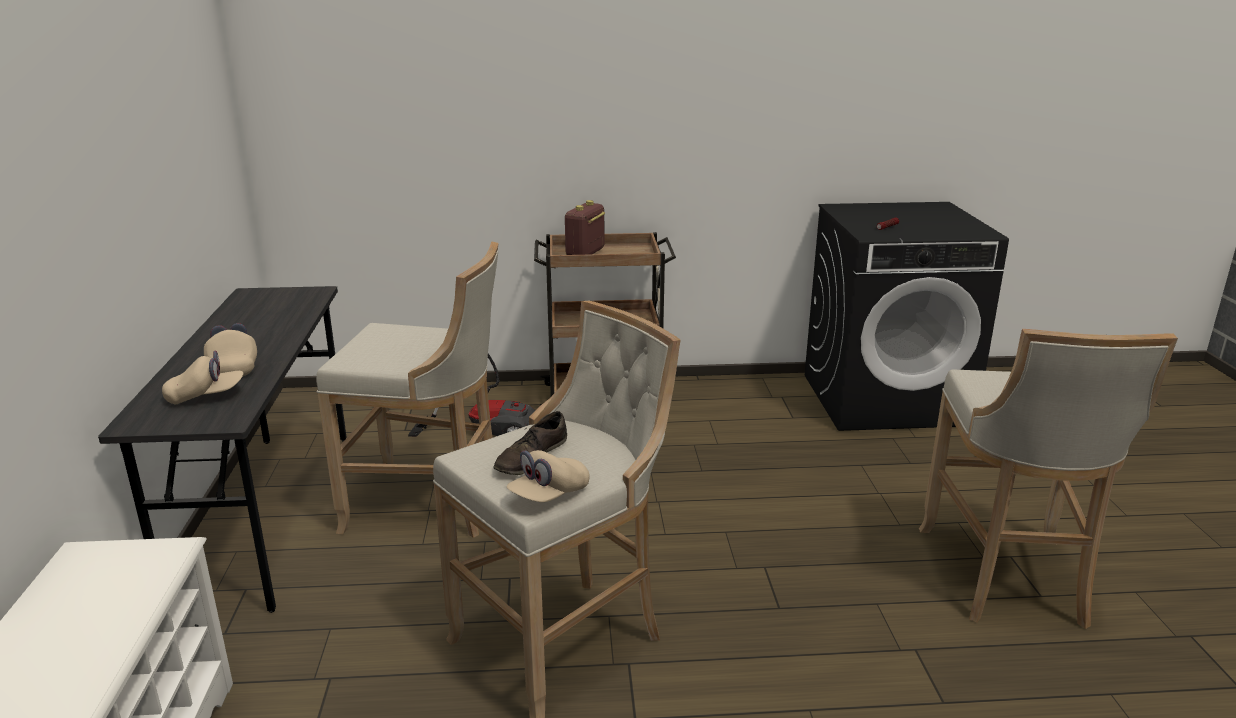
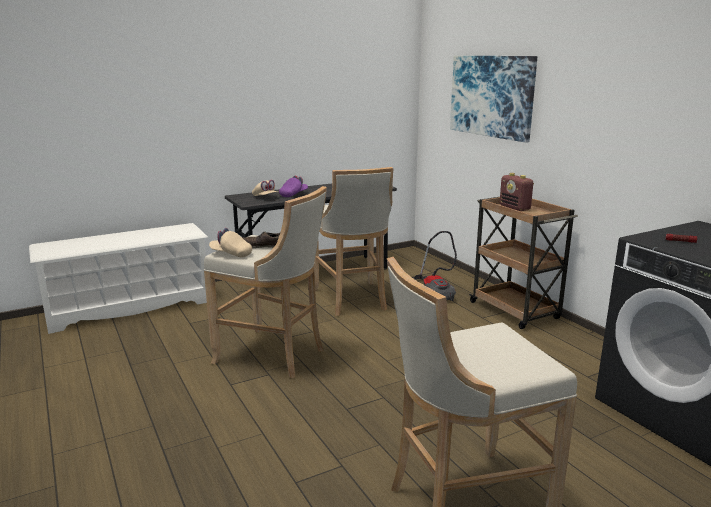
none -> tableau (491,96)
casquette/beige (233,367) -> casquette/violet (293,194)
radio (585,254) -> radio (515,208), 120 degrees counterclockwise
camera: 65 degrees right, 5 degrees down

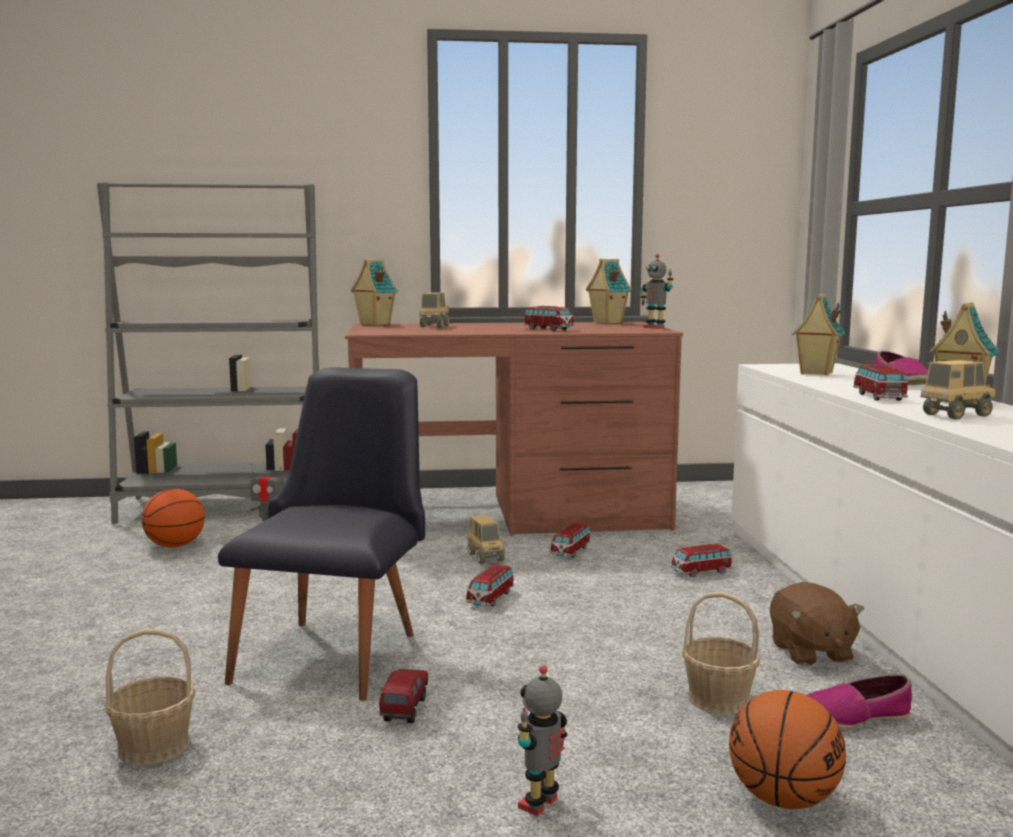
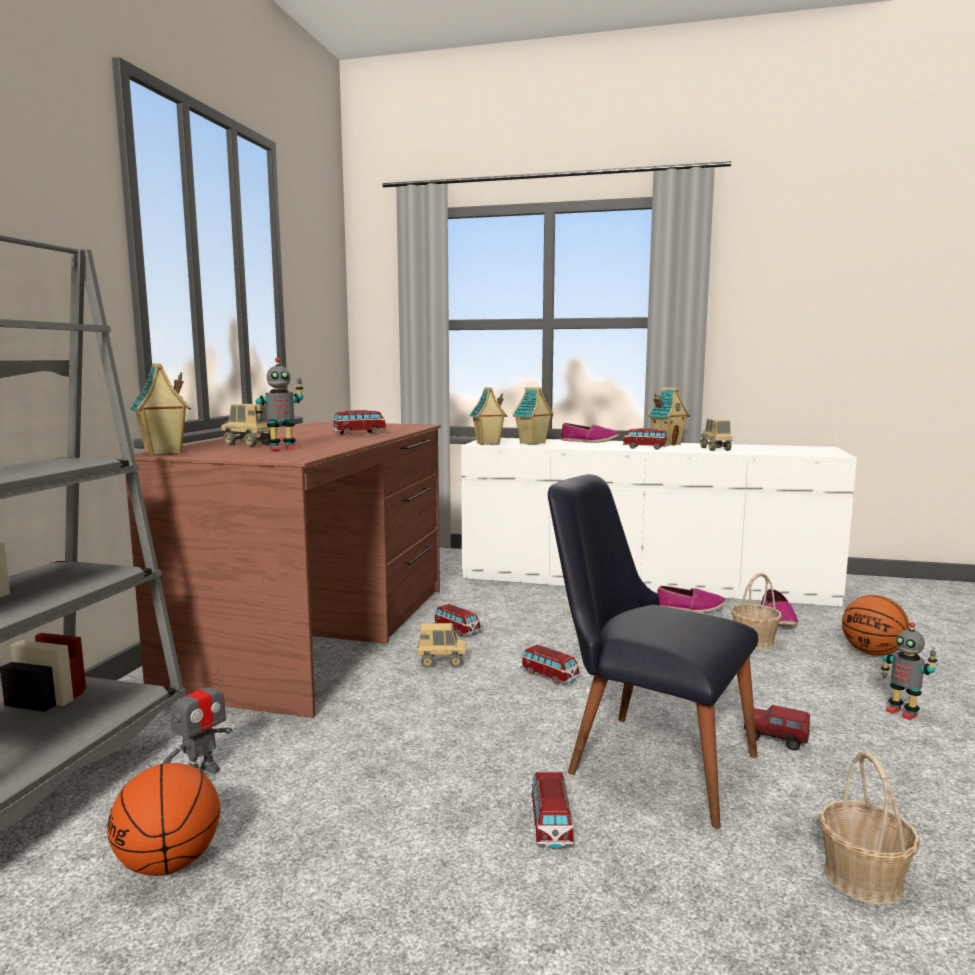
maison miniature (607,322) -> maison miniature (488,444), shifted
robot jouet (654,327) -> robot jouet (282,448), shifted
petite voiture (701,572) -> petite voiture (551,824), shifted
peluche/marron (810,652) -> chaussure (689,608)
camera: 70 degrees left, 0 degrees up

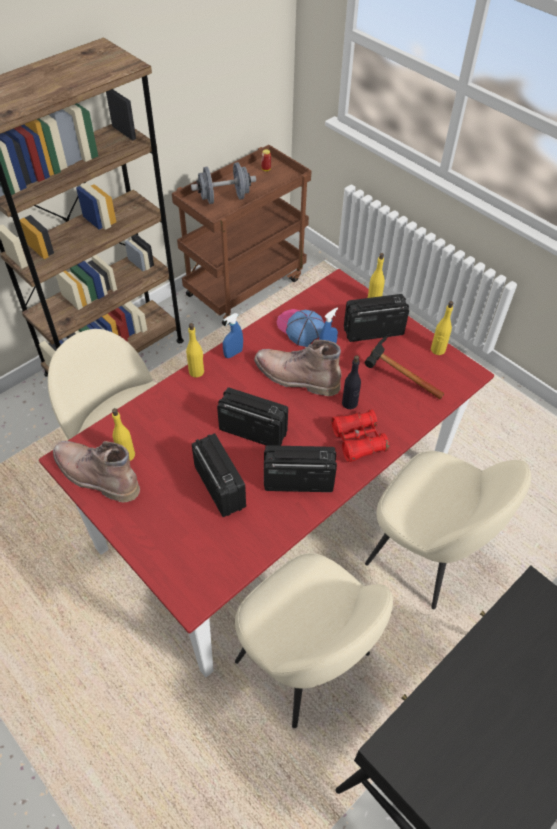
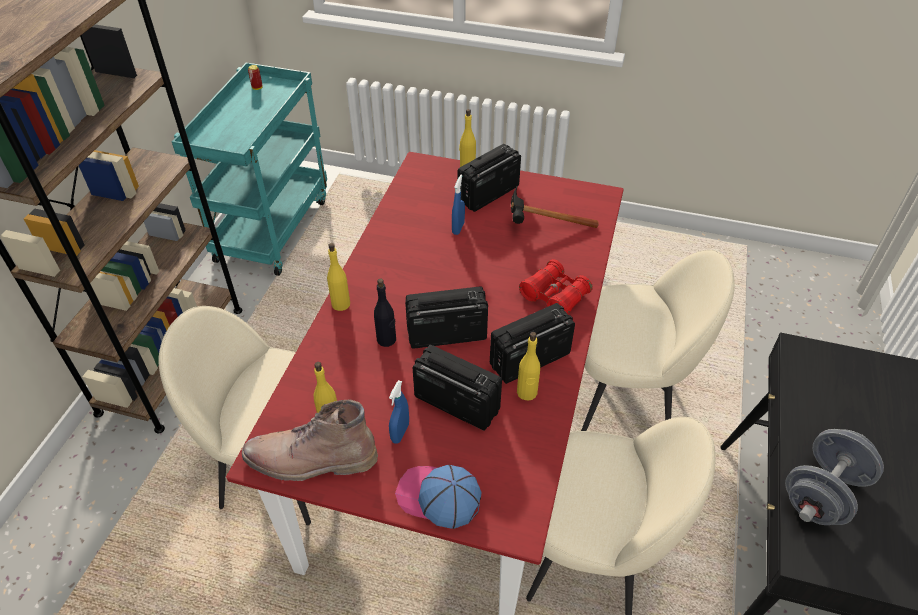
botte/marron (295,377) -> none
haltère/gris (224,198) -> haltère/gris (822,493), shifted
vaporisateur/bleu (233,353) -> vaporisateur/bleu (400,433), shifted
casquette (300,329) -> casquette (438,497), shifted
bouteille/noir (349,403) -> bouteille/noir (386,339), shifted
bouteille/jaune (437,350) -> bouteille/jaune (527,392), shifted
chariot/marron (245,285) -> chariot/turquoise (272,227)
camera: 30 degrees left, 5 degrees down

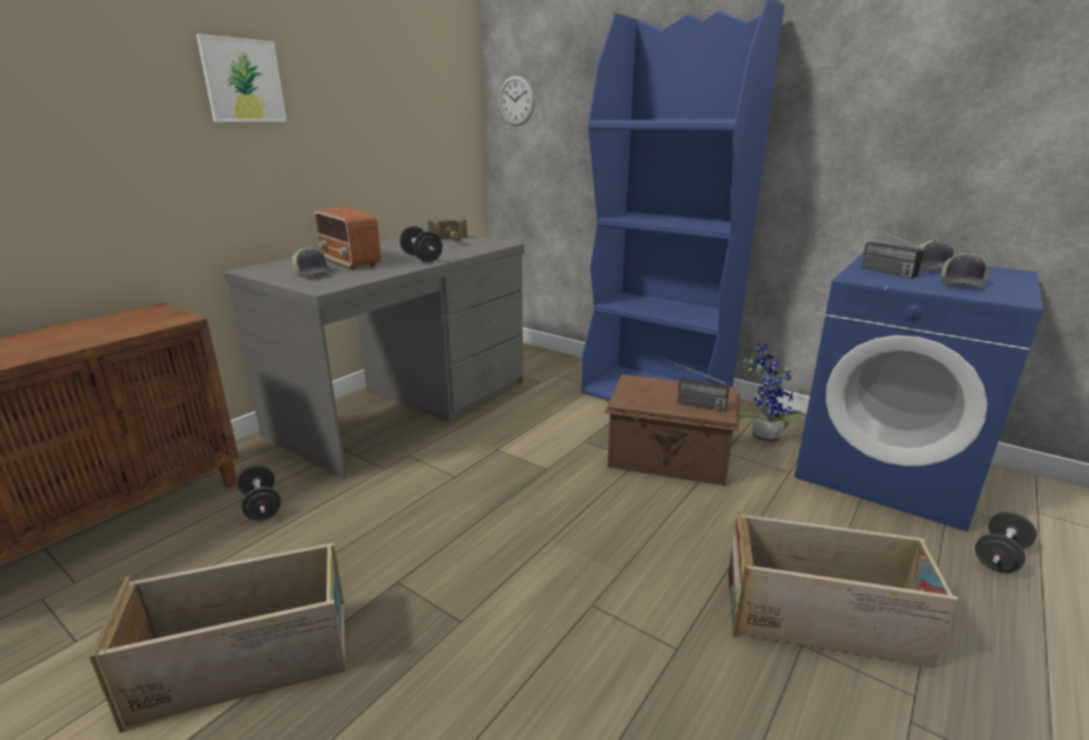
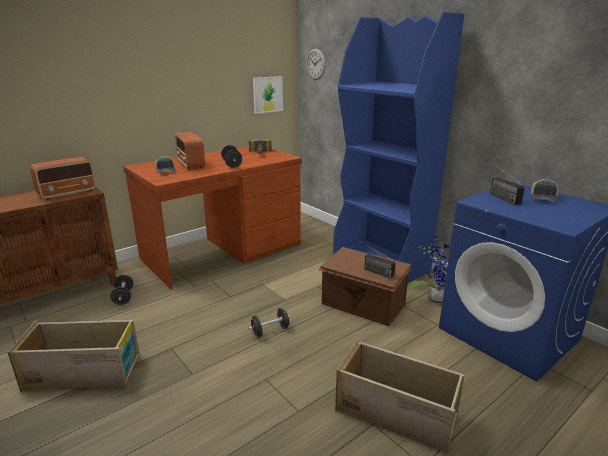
casquette (962,284) -> none
none -> radio (68,193)
tableau (243,81) -> tableau (267,94), shifted
haltère/noir (1000,557) -> haltère/noir (270,331), shifted
bureau/gris (405,407) -> bureau/marron (223,251)
camera: 15 degrees right, 0 degrees up

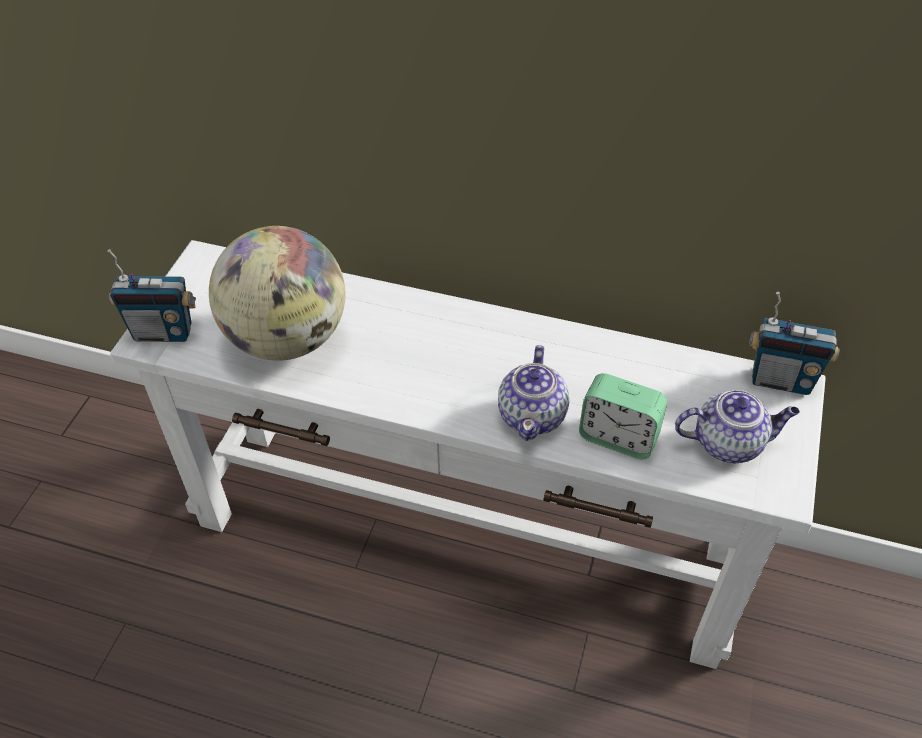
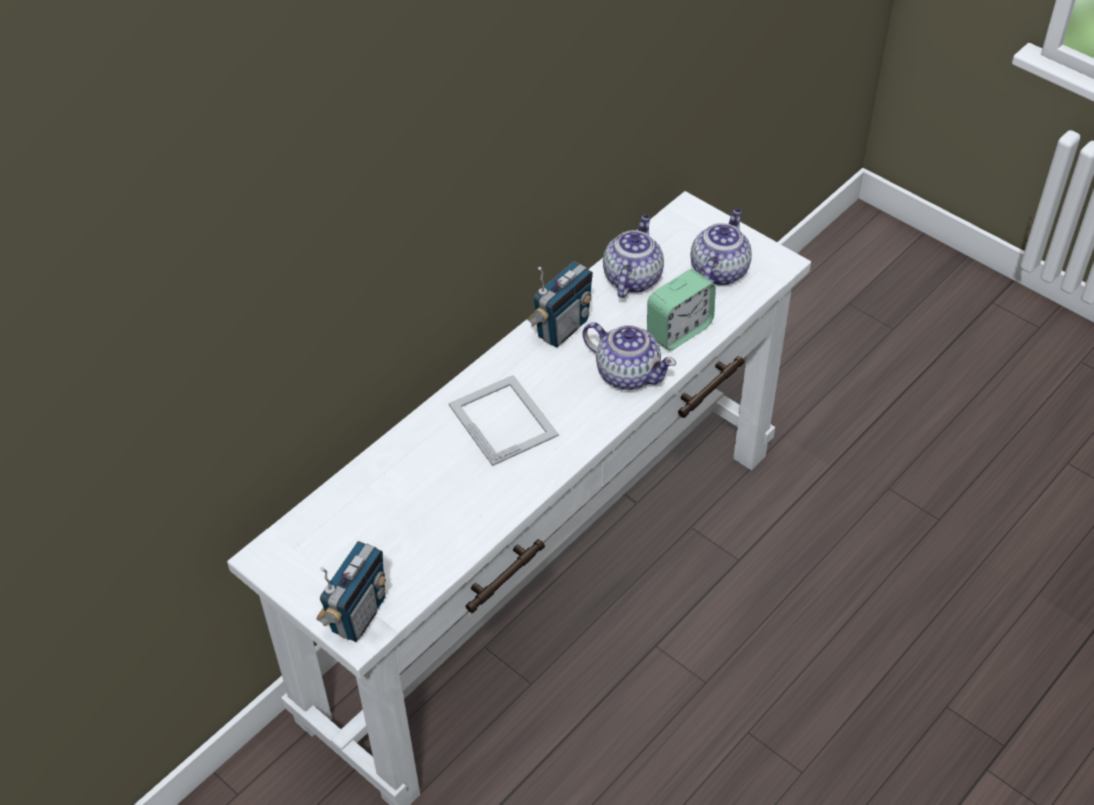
globe (287,339) -> none
none -> cadre photo (503,419)
none -> théière (632,278)
radio (780,380) -> radio (562,328), shifted
camera: 65 degrees left, 0 degrees up

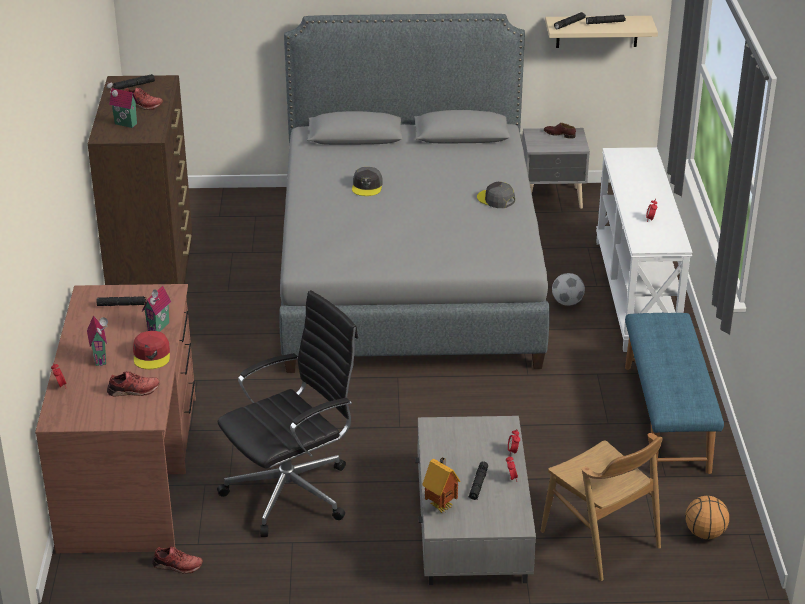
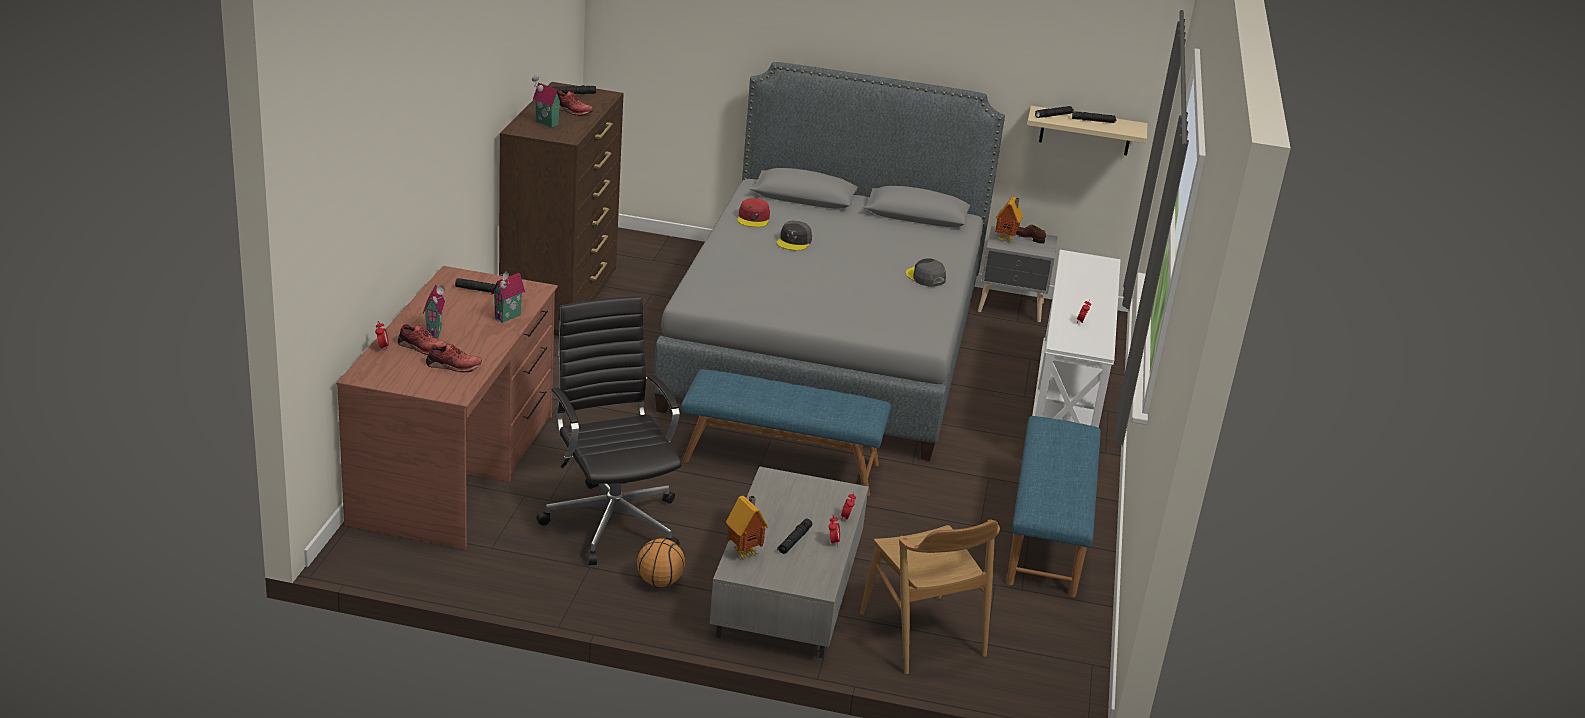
ballon de foot (567,302) -> none
none -> banc/bleu (781,462)
none -> maison miniature (1006,240)
casquette/rouge (152,355) -> casquette/rouge (753,219), shifted
chaussure/rouge (177,566) -> chaussure/rouge (422,347), shifted
ballon de basket (705,534) -> ballon de basket (660,582), shifted
chaise de bureau/noir (292,491) -> chaise de bureau/noir (612,520), 90 degrees counterclockwise
camera: 10 degrees right, 5 degrees down

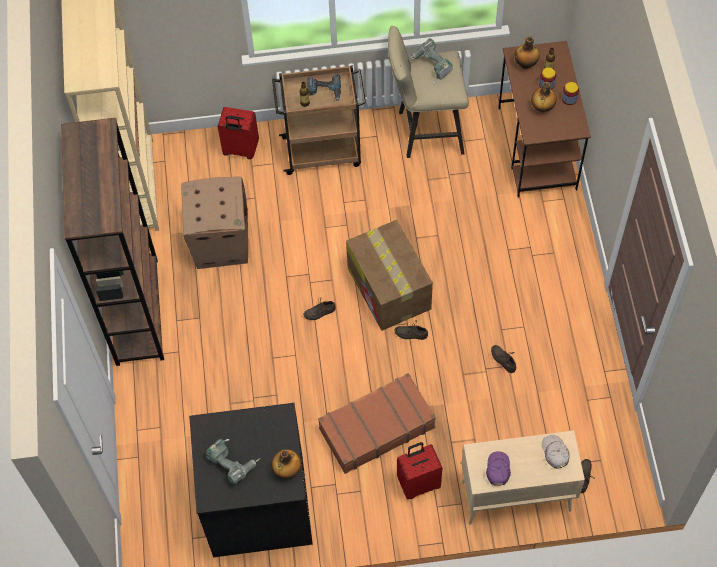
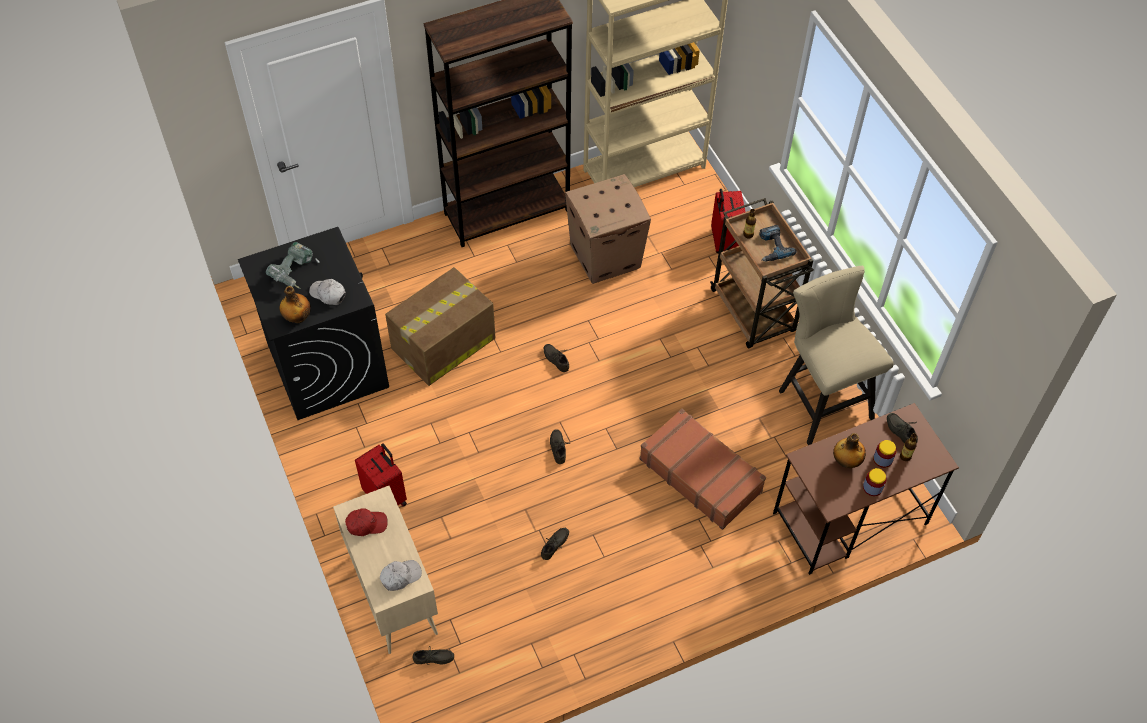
perceuse (430,66) -> none
none -> casquette/blanc (328,294)
valise/marron (376,428) -> valise/marron (700,474), shifted
carton (389,289) -> carton (442,344), shifted
bouteille (526,64) -> chaussure/gris (902,431)
casquette/violet (498,470) -> casquette/rouge (366,524)
camera: 70 degrees right, 5 degrees down

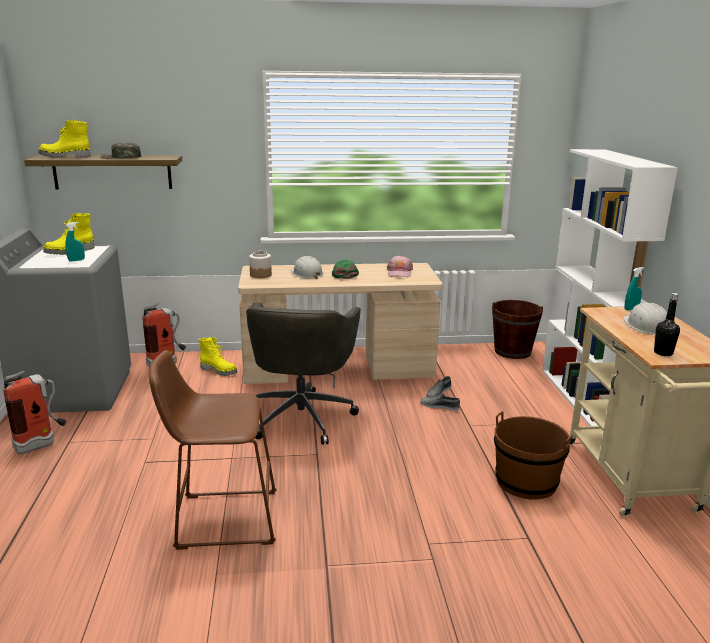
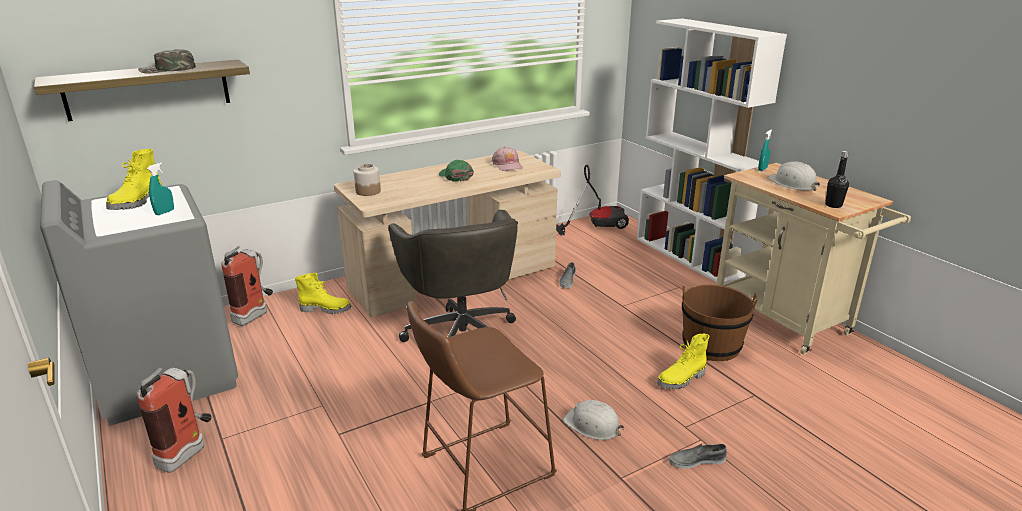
botte/jaune (65,157) -> botte/jaune (682,380), shifted
casque de chantier/blanc (306,274) -> casque de chantier/blanc (592,425), shifted
chaussure/gris (439,406) -> chaussure/gris (696,460), shifted
seau/marron (512,351) -> aspirateur (596,225)
camera: 25 degrees left, 5 degrees up

